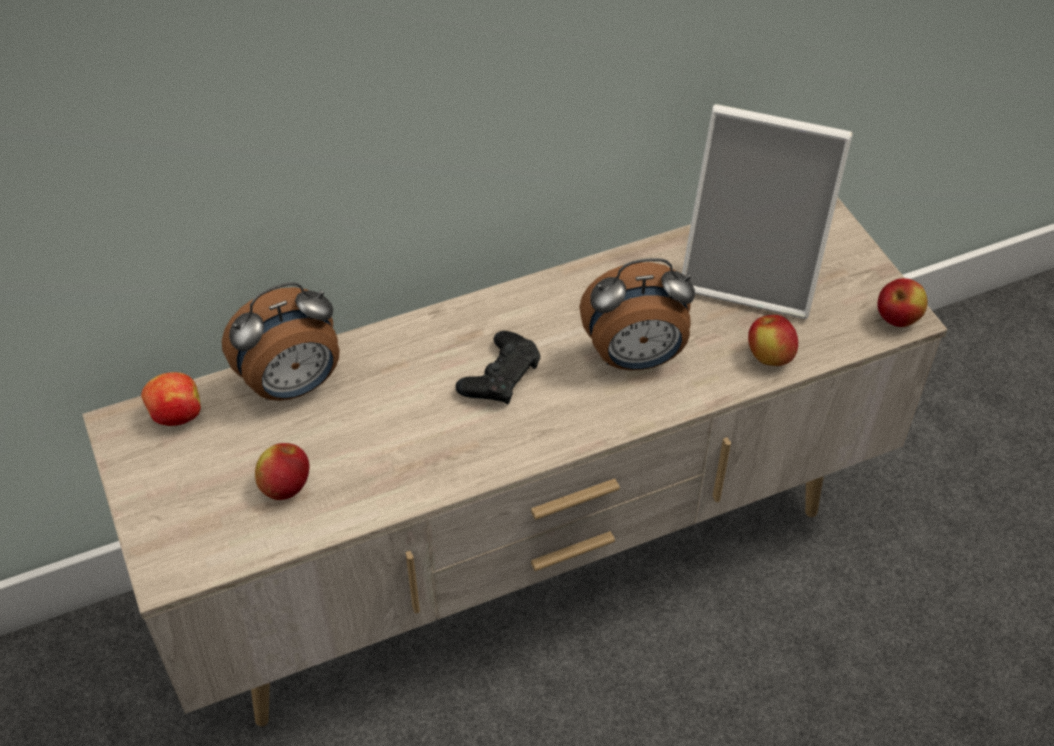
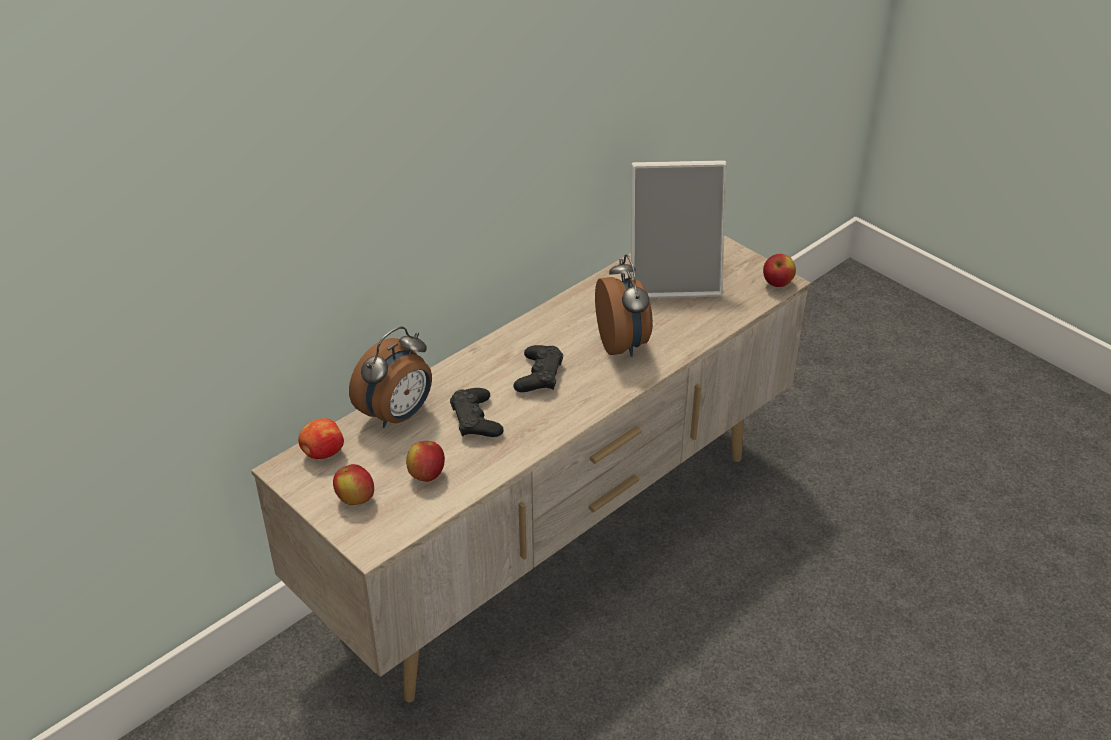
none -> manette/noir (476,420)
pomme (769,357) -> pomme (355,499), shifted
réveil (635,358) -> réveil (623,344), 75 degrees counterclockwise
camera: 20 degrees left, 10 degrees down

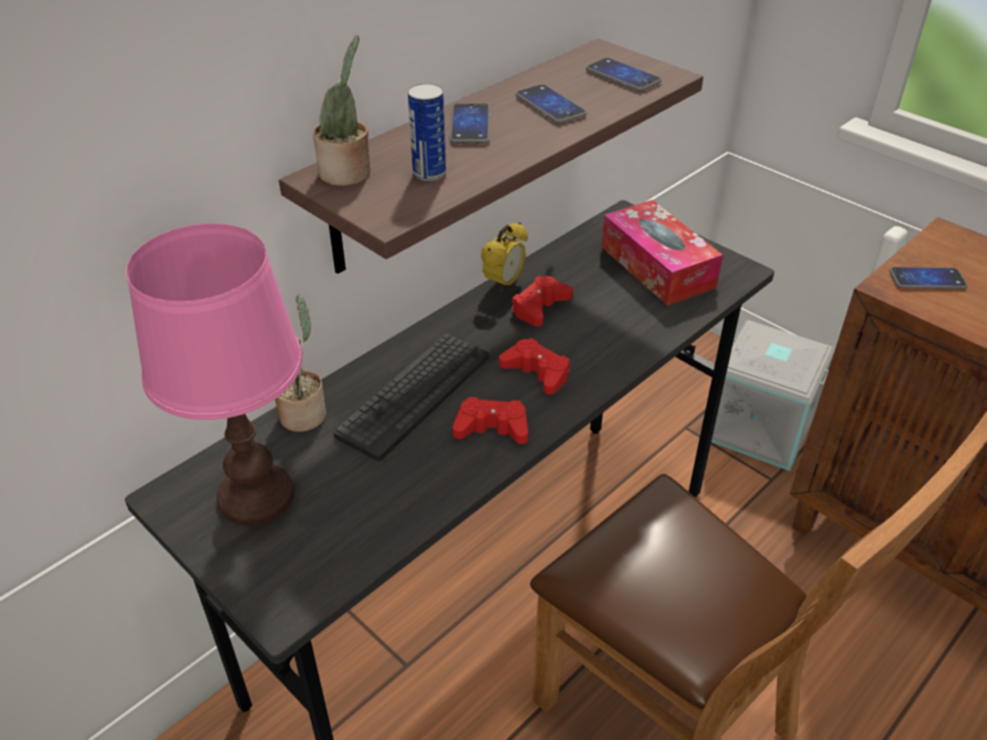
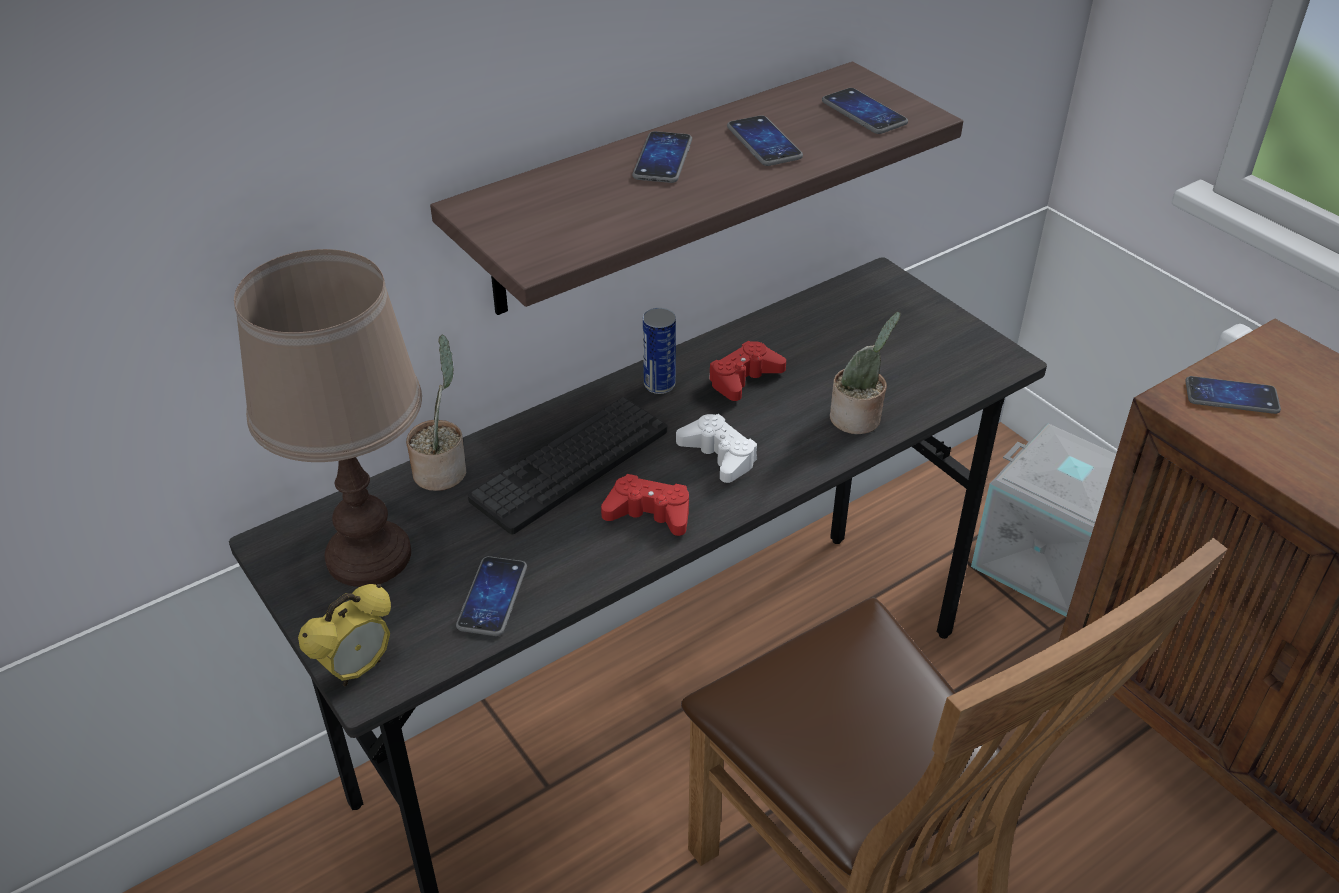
boîte à mouchoirs (657,266) -> none
none -> téléphone (492,597)
plante en pot (348,174) -> plante en pot (858,420), shifted
boîte métallique (429,173) -> boîte métallique (659,385), shifted
réveil (504,283) -> réveil (357,669), shifted
lampe de table/rose (256,497) -> lampe de table/marron (368,557)
manette/rouge (537,372) -> manette/blanc (719,455)
camera: 10 degrees right, 0 degrees up

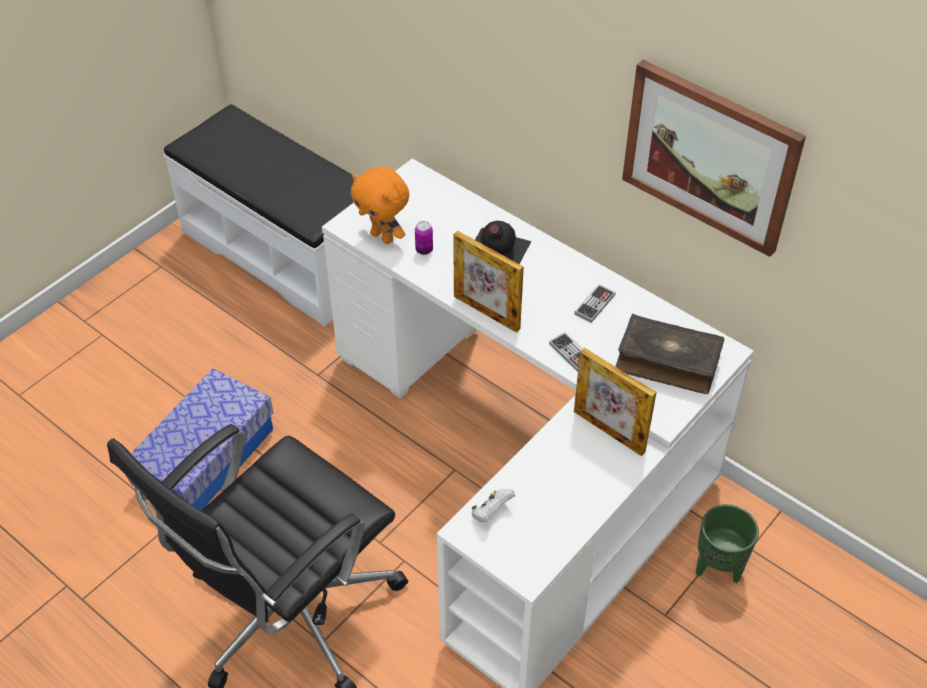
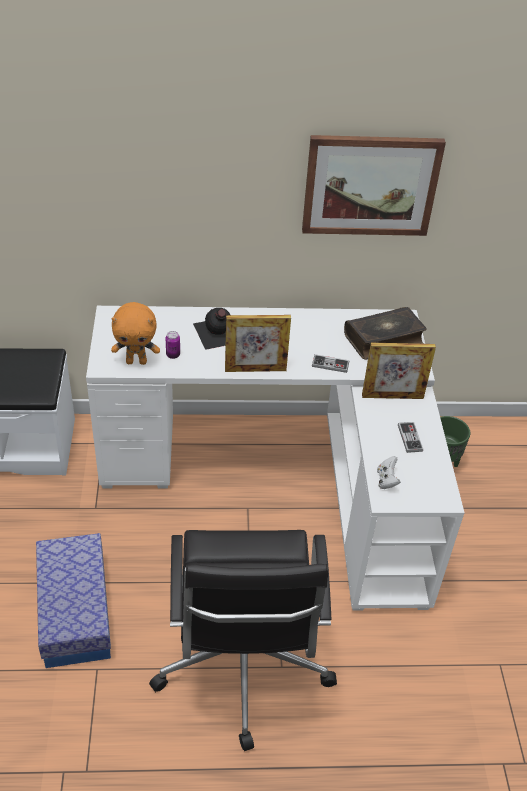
manette (594,304) -> manette (410,438), shifted
camera: 45 degrees left, 5 degrees down

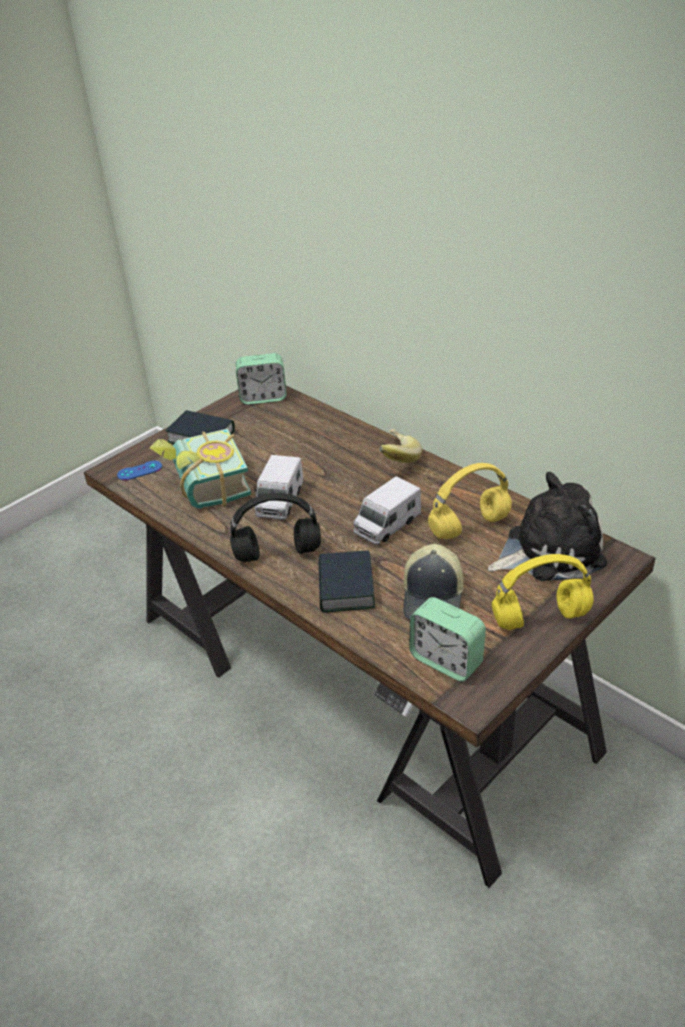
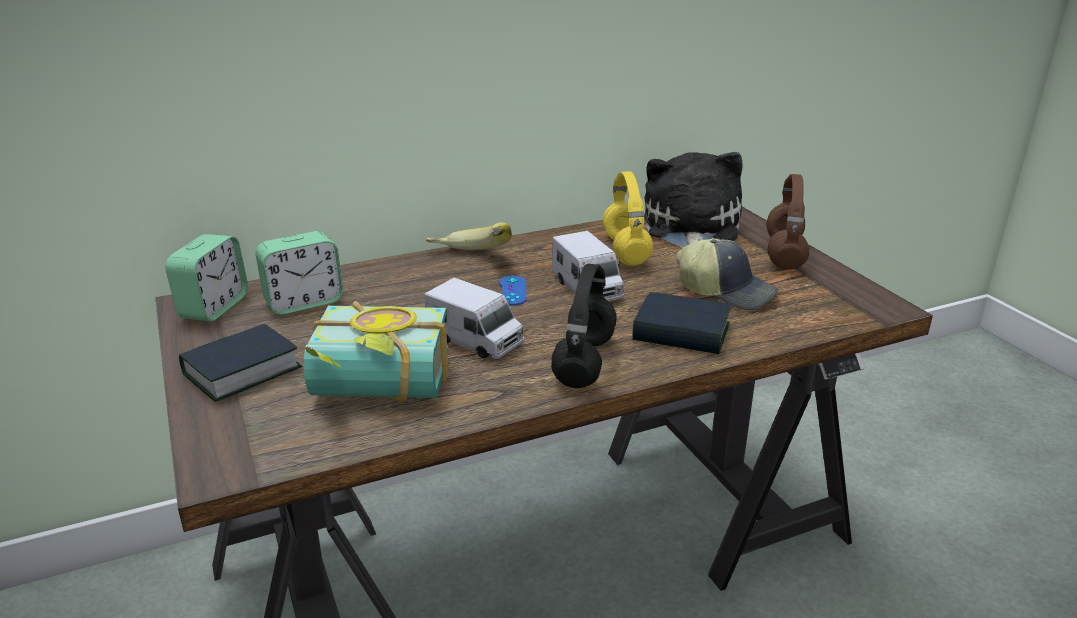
manette/bleu (139,470) -> manette/bleu (512,291), shifted
réveil (446,660) -> réveil (304,302), shifted
casque audio/jaune (541,617) -> casque audio/marron (783,253)
camera: 70 degrees left, 10 degrees down

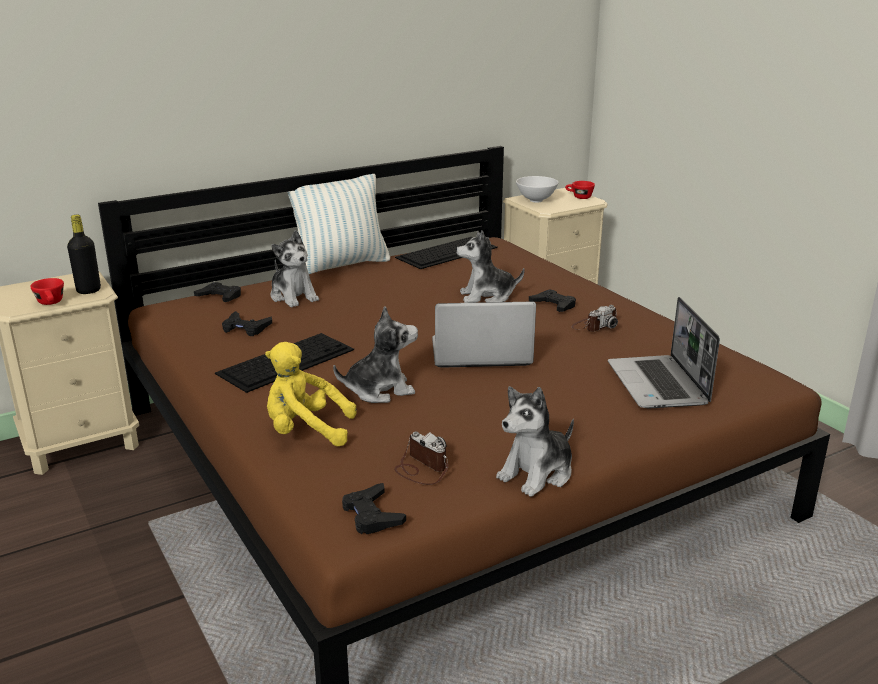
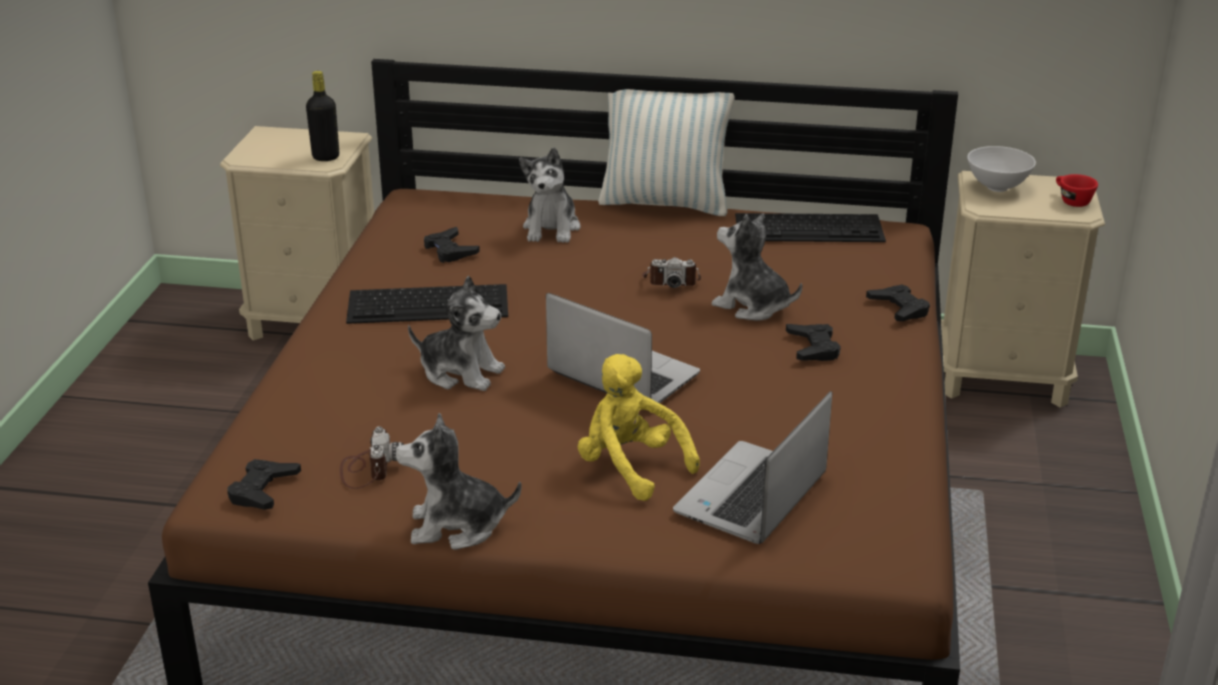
tasse/rouge (51,303) -> none
manette/noir (219,297) -> manette/noir (899,308), shifted
peluche/jaune (306,431) -> peluche/jaune (630,467), shifted
appareil photo (594,326) -> appareil photo (671,280), shifted
camera: 40 degrees right, 5 degrees up

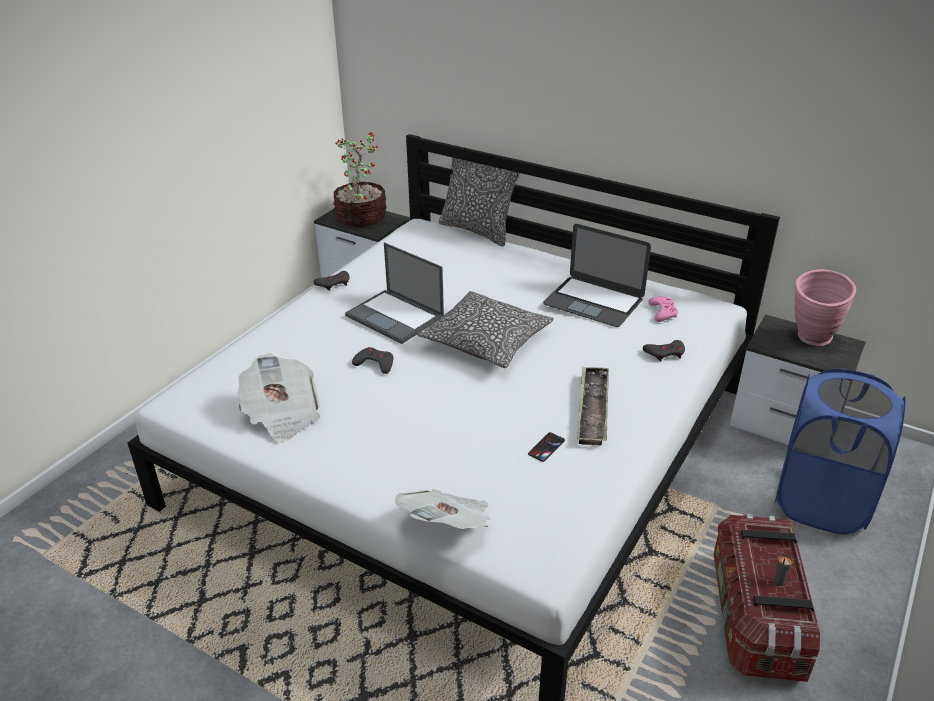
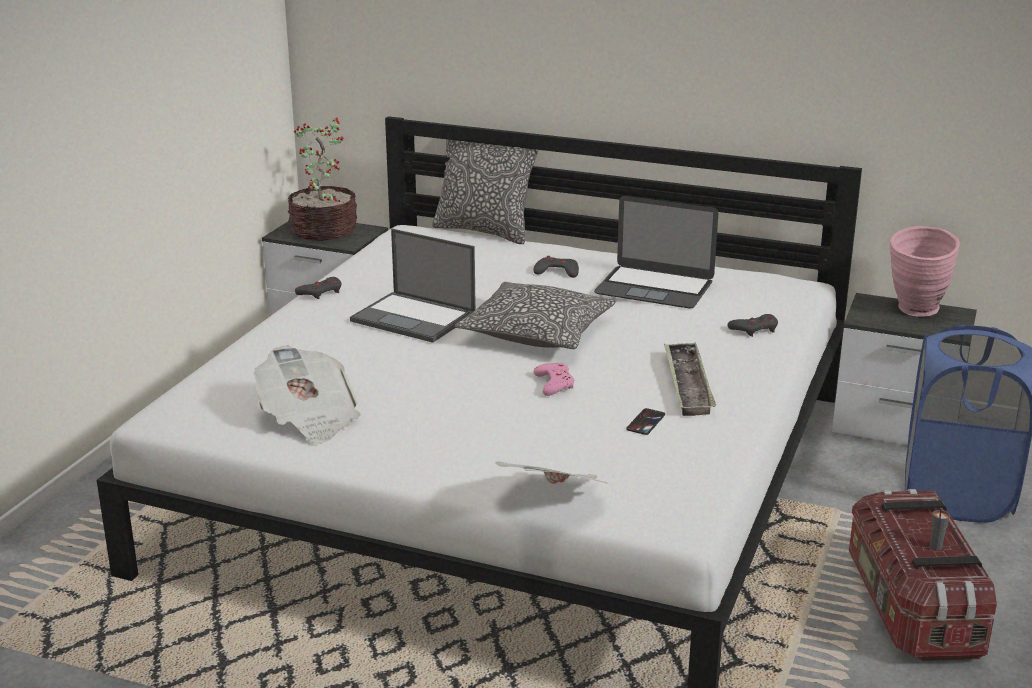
manette/gris (375,363) -> manette/gris (557,271), shifted
manette/rose (662,312) -> manette/rose (554,383), shifted
camera: 10 degrees left, 10 degrees down

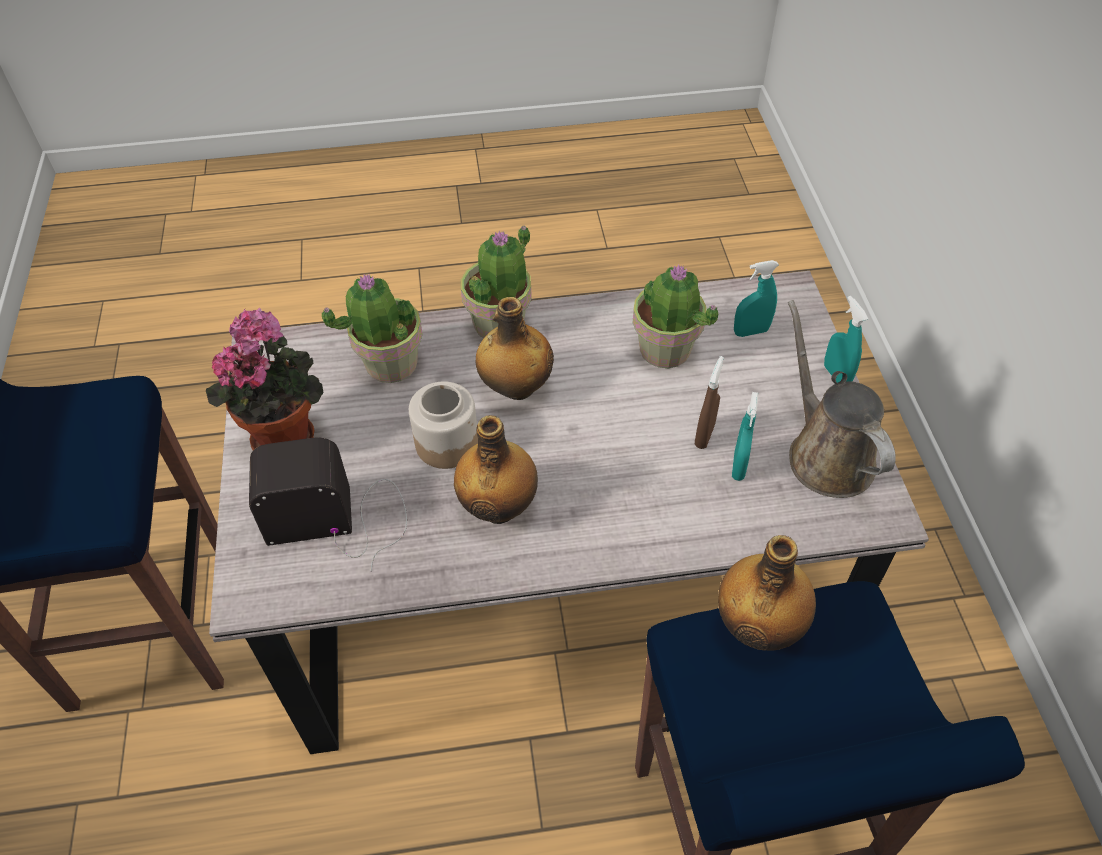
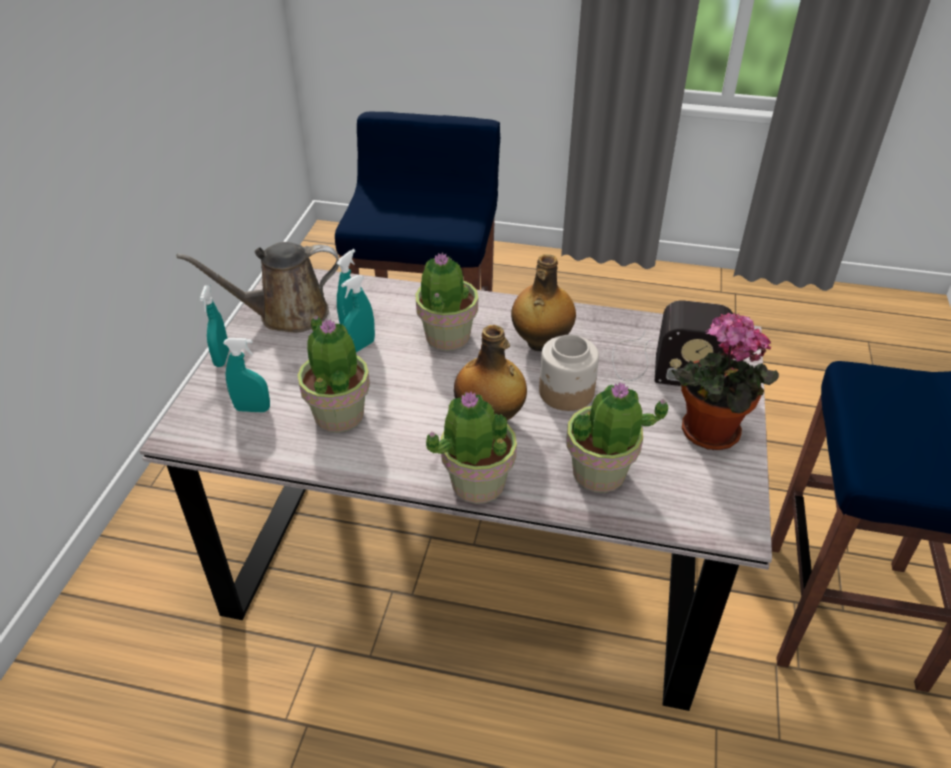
bouteille (759,626) -> none
none -> plante en pot (447,337)
vaporisateur/marron (704,435) -> vaporisateur/turquoise (361,346)
arrosoir/marron (826,454) -> arrosoir/marron (286,315), 75 degrees clockwise
camera: 160 degrees left, 10 degrees down

